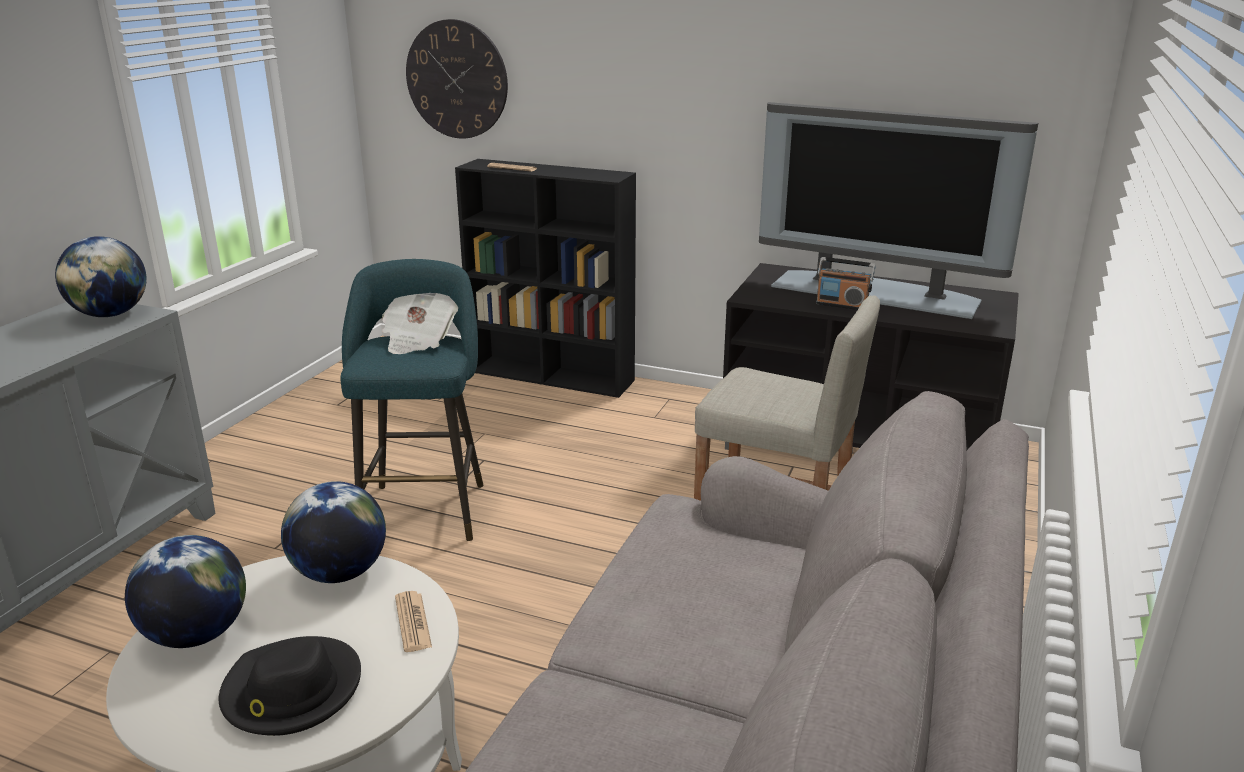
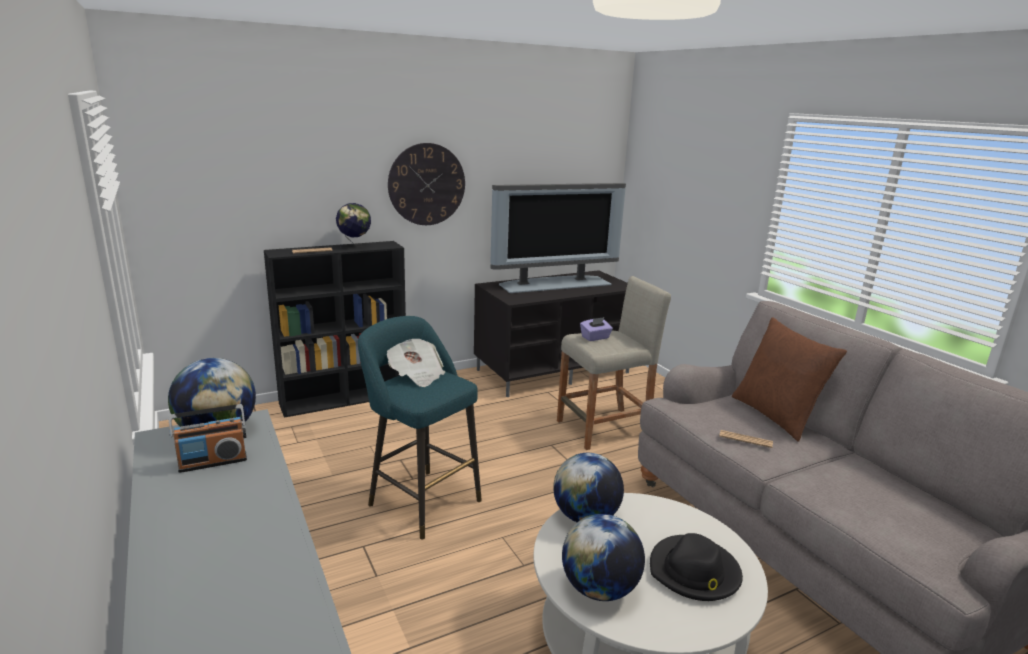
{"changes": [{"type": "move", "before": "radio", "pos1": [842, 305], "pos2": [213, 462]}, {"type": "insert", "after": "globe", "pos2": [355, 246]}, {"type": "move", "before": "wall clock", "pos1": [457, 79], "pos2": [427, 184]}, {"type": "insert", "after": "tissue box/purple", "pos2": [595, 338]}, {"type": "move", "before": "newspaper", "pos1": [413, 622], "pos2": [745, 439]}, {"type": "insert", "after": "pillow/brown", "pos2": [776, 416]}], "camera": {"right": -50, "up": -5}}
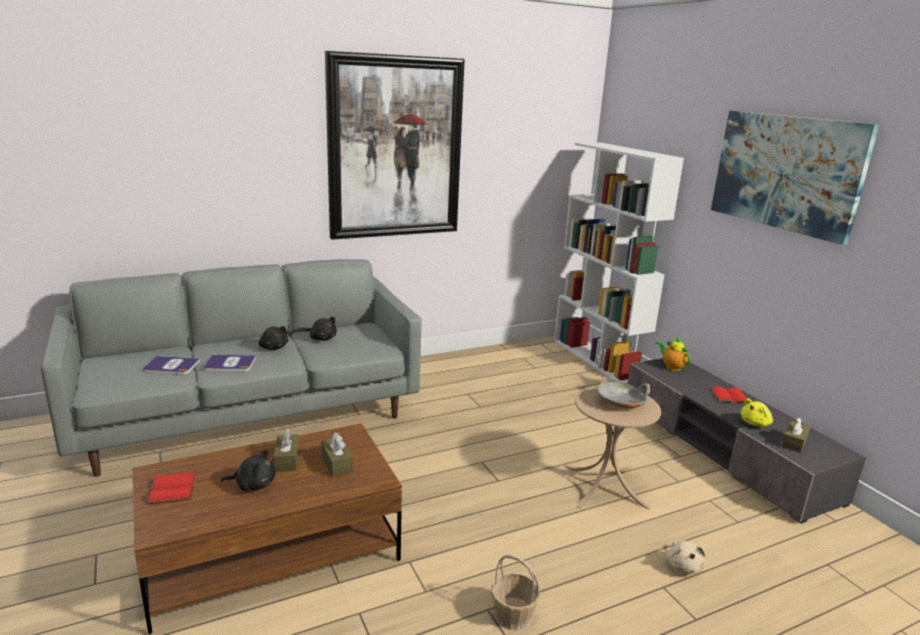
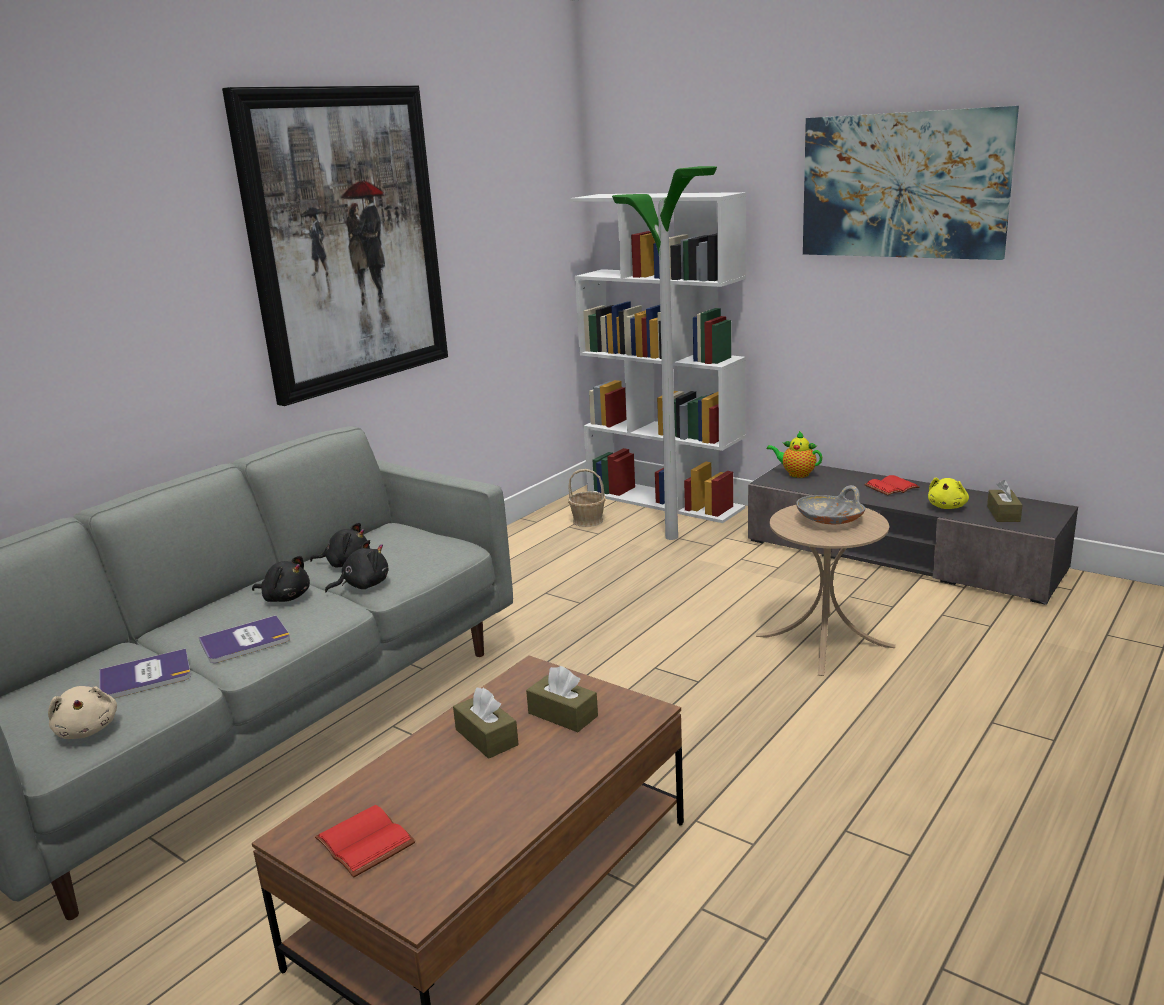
{"changes": [{"type": "move", "before": "plush toy/beige", "pos1": [683, 565], "pos2": [87, 729]}, {"type": "move", "before": "plush toy/black", "pos1": [253, 484], "pos2": [363, 585]}, {"type": "move", "before": "basket", "pos1": [513, 615], "pos2": [588, 521]}, {"type": "insert", "after": "floor lamp", "pos2": [672, 537]}], "camera": {"right": -25, "up": 0}}
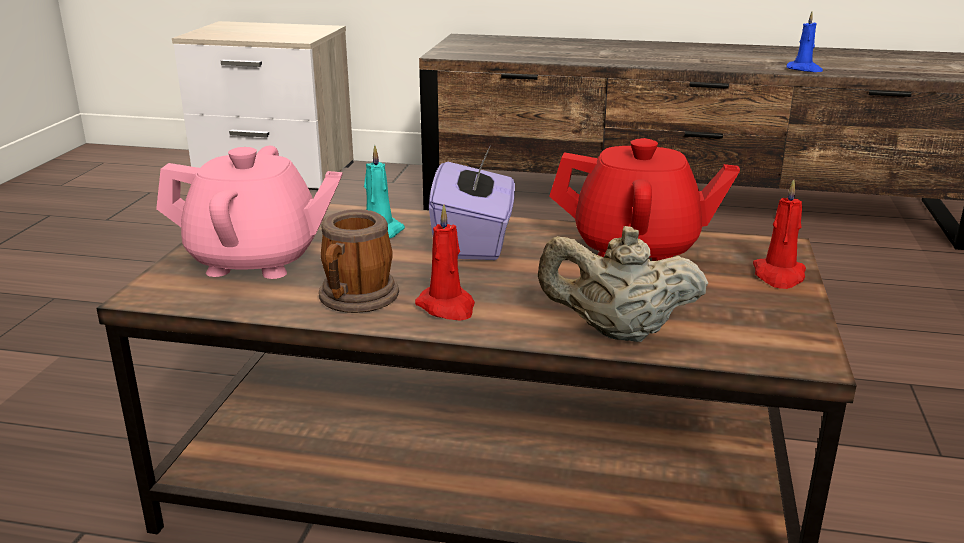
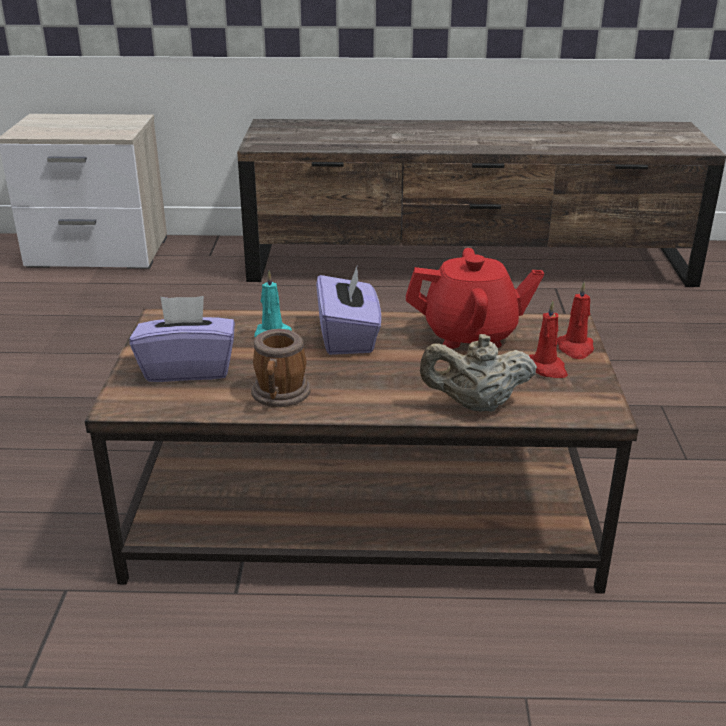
{"changes": [{"type": "replace", "before": "teapot/pink", "after": "tissue box/purple", "pos1": [256, 261], "pos2": [188, 369]}, {"type": "move", "before": "candle/red", "pos1": [447, 307], "pos2": [546, 369]}, {"type": "delete", "before": "candle/blue", "pos1": [804, 69]}], "camera": {"right": -10, "up": 5}}
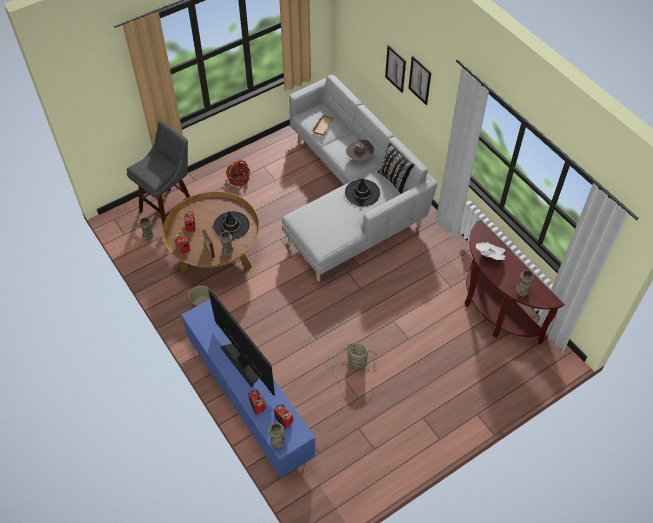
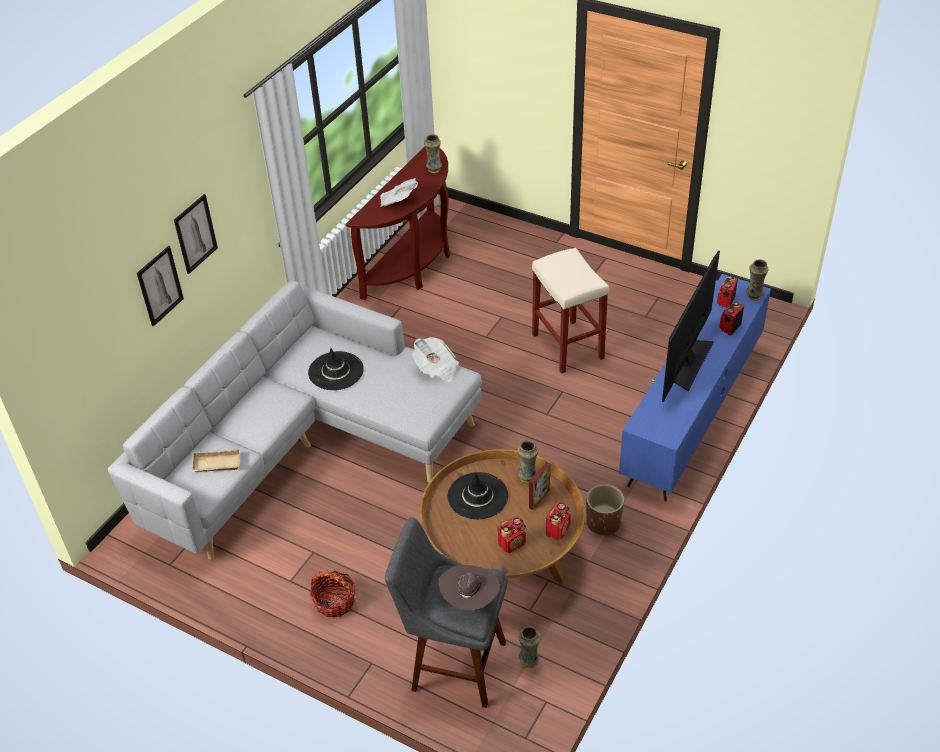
{"changes": [{"type": "insert", "after": "newspaper", "pos2": [436, 368]}, {"type": "move", "before": "hat/brown", "pos1": [359, 158], "pos2": [470, 599]}, {"type": "replace", "before": "basket", "after": "stool/beige", "pos1": [355, 363], "pos2": [568, 347]}, {"type": "delete", "before": "pillow/black", "pos1": [394, 179]}], "camera": {"right": -115, "up": -10}}
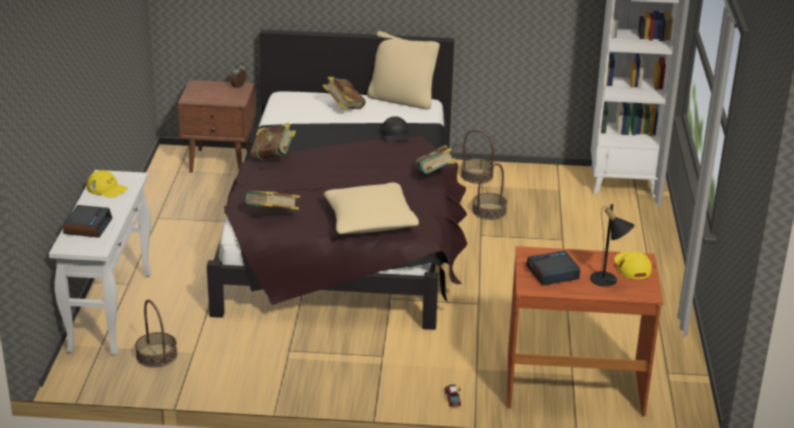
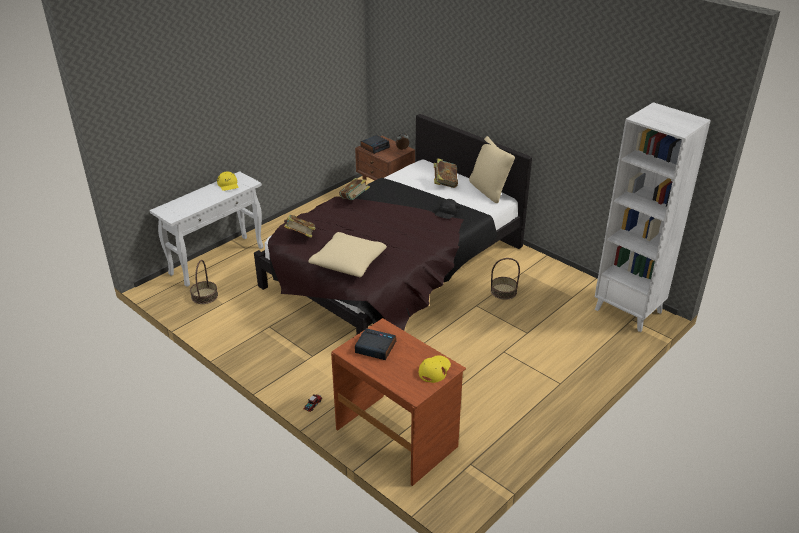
{"changes": [{"type": "move", "before": "alarm clock", "pos1": [87, 226], "pos2": [375, 147]}, {"type": "delete", "before": "book", "pos1": [435, 175]}, {"type": "delete", "before": "basket", "pos1": [477, 176]}, {"type": "delete", "before": "table lamp/black", "pos1": [608, 281]}], "camera": {"right": 40, "up": 5}}
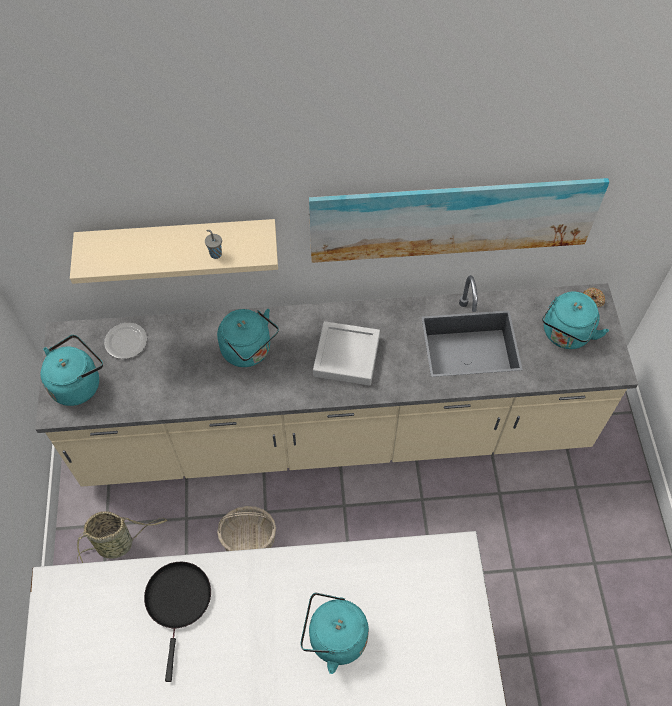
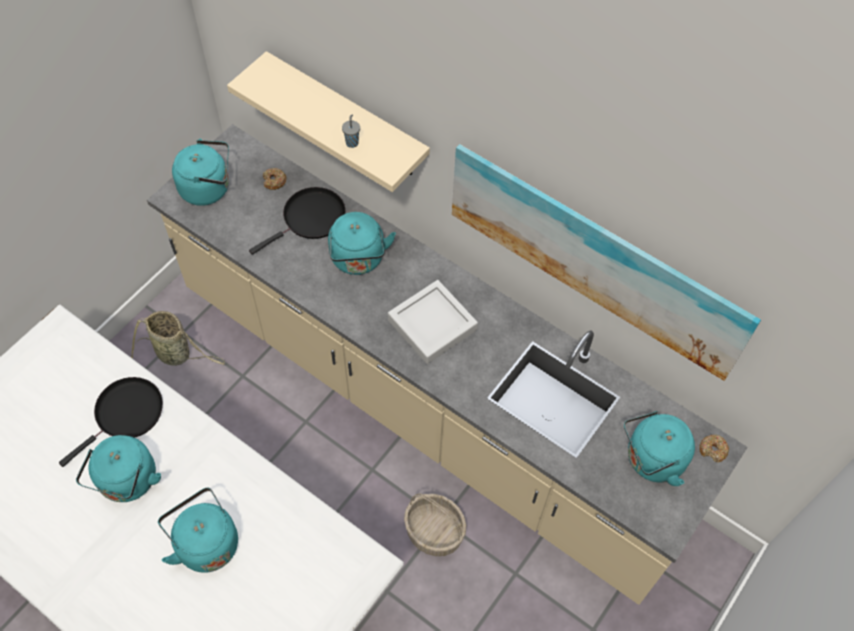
{"changes": [{"type": "insert", "after": "kettle/turquoise", "pos2": [127, 482]}, {"type": "insert", "after": "frying pan/black", "pos2": [311, 219]}, {"type": "replace", "before": "plate", "after": "donut", "pos1": [126, 341], "pos2": [274, 181]}, {"type": "move", "before": "basket", "pos1": [249, 538], "pos2": [435, 532]}], "camera": {"right": 40, "up": 0}}
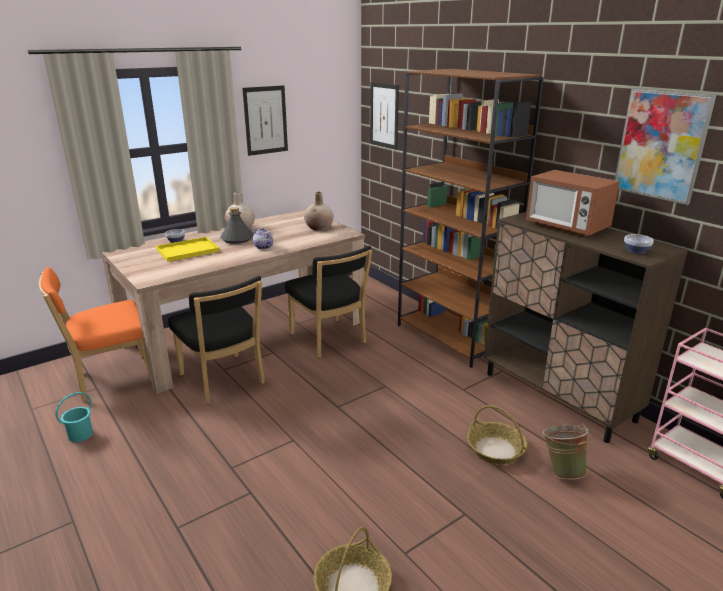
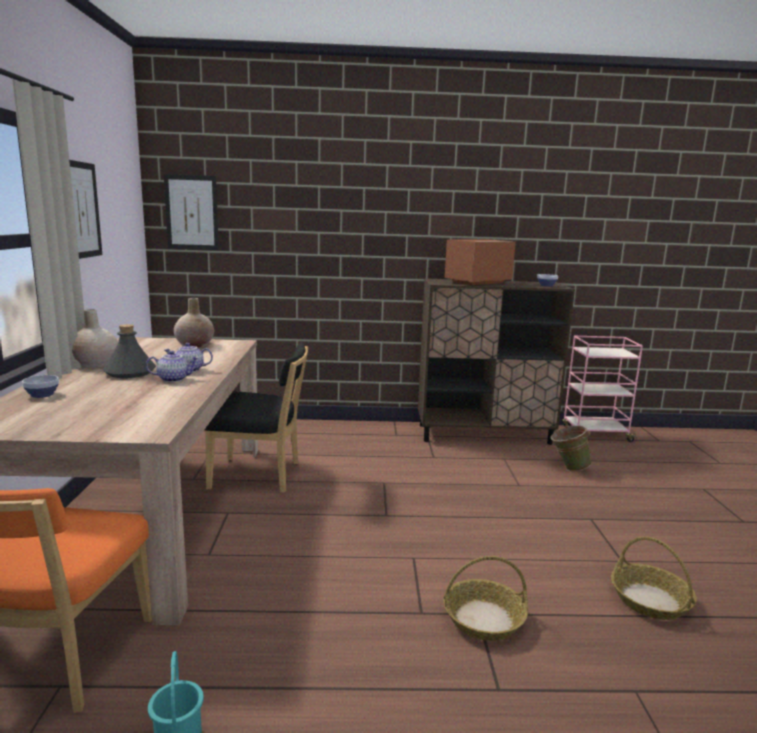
{"changes": [{"type": "insert", "after": "teapot", "pos2": [173, 379]}, {"type": "move", "before": "basket", "pos1": [496, 449], "pos2": [484, 619]}, {"type": "rotate", "before": "microwave", "pos1": [566, 227], "pos2": [477, 282], "turn": 150}, {"type": "delete", "before": "tray/yellow", "pos1": [188, 250]}, {"type": "delete", "before": "chair/black", "pos1": [223, 381]}, {"type": "delete", "before": "bookcase/brown", "pos1": [452, 337]}, {"type": "delete", "before": "picture", "pos1": [661, 145]}], "camera": {"right": -55, "up": -10}}
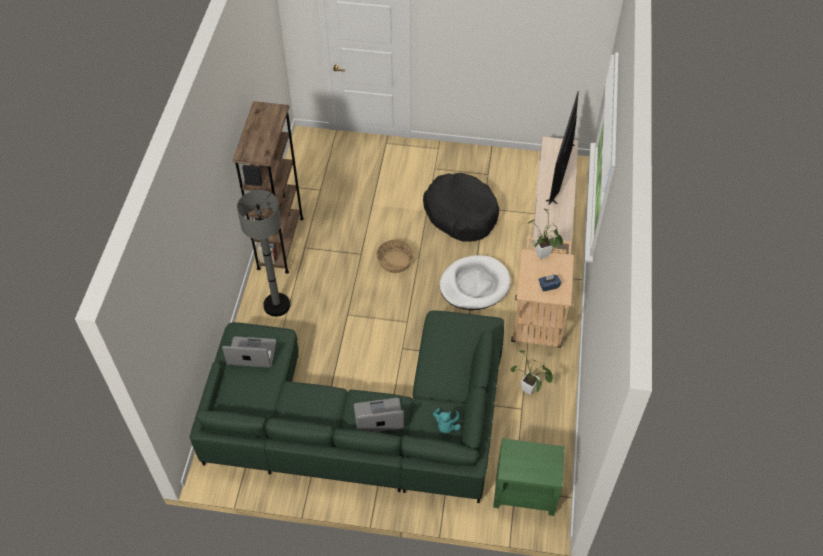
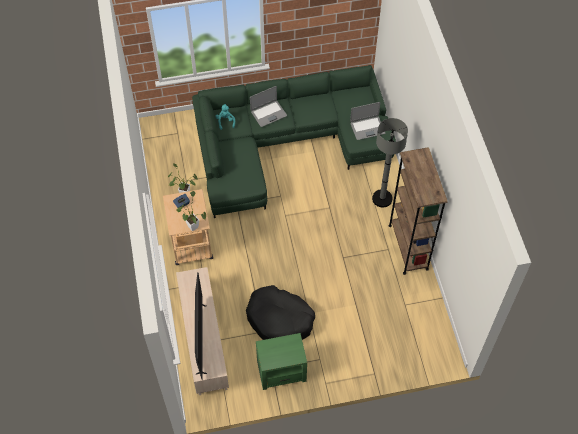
{"changes": [{"type": "move", "before": "side table/green", "pos1": [524, 491], "pos2": [282, 371]}, {"type": "delete", "before": "basket", "pos1": [395, 262]}, {"type": "delete", "before": "dog bed/white", "pos1": [474, 285]}], "camera": {"right": 160, "up": 5}}
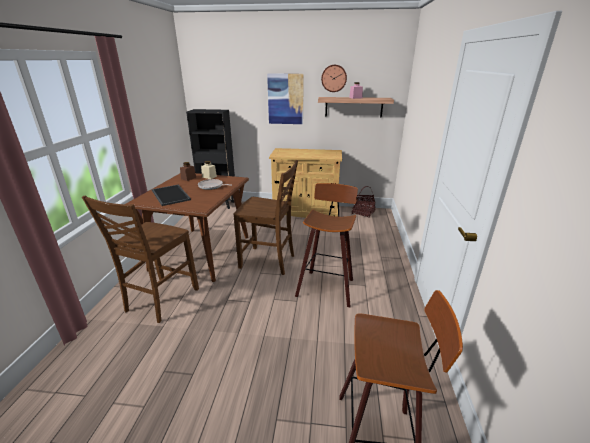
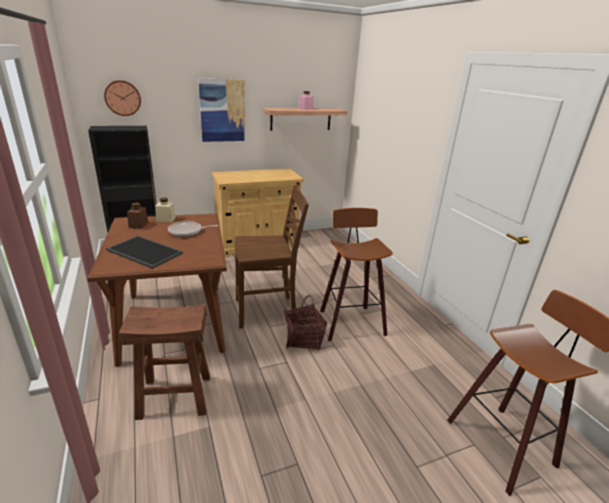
{"changes": [{"type": "move", "before": "wall clock", "pos1": [334, 78], "pos2": [122, 98]}, {"type": "replace", "before": "chair/brown", "after": "stool/brown", "pos1": [160, 300], "pos2": [174, 397]}, {"type": "move", "before": "basket", "pos1": [363, 213], "pos2": [303, 339]}], "camera": {"right": -30, "up": 0}}
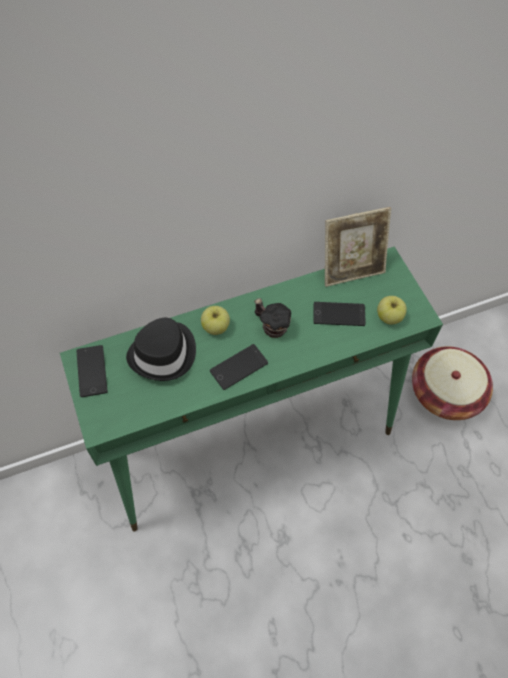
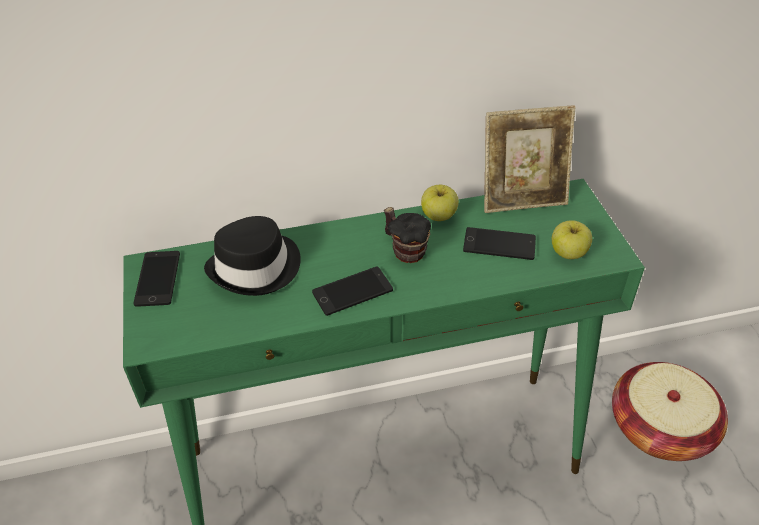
{"changes": [{"type": "move", "before": "apple", "pos1": [216, 327], "pos2": [439, 216]}], "camera": {"right": 10, "up": -15}}
